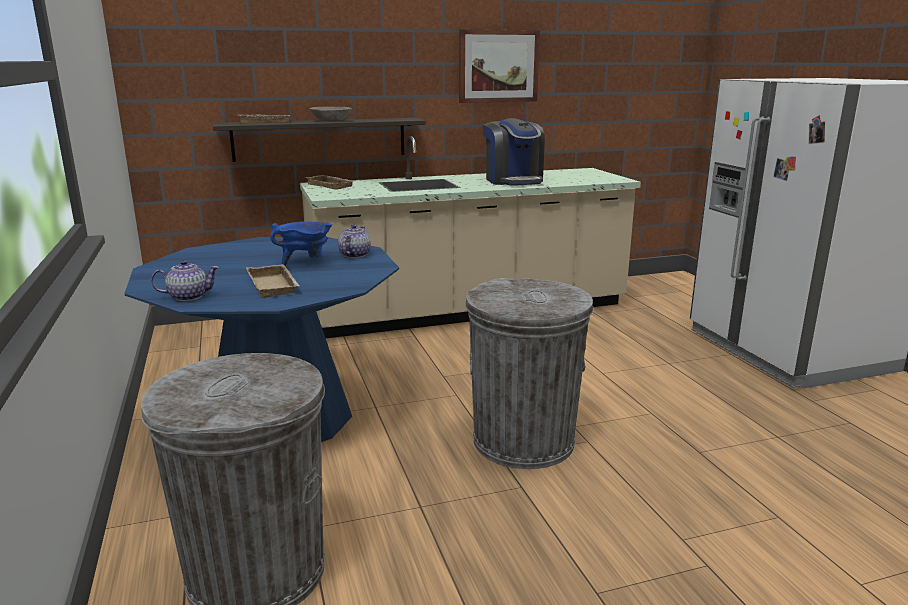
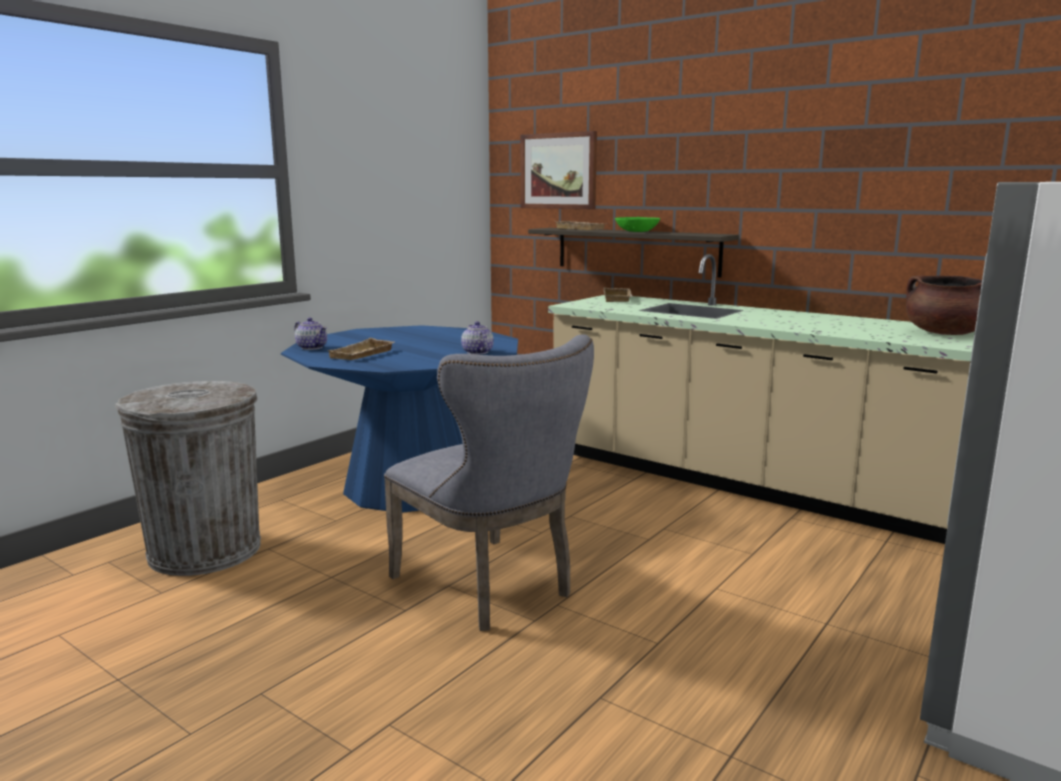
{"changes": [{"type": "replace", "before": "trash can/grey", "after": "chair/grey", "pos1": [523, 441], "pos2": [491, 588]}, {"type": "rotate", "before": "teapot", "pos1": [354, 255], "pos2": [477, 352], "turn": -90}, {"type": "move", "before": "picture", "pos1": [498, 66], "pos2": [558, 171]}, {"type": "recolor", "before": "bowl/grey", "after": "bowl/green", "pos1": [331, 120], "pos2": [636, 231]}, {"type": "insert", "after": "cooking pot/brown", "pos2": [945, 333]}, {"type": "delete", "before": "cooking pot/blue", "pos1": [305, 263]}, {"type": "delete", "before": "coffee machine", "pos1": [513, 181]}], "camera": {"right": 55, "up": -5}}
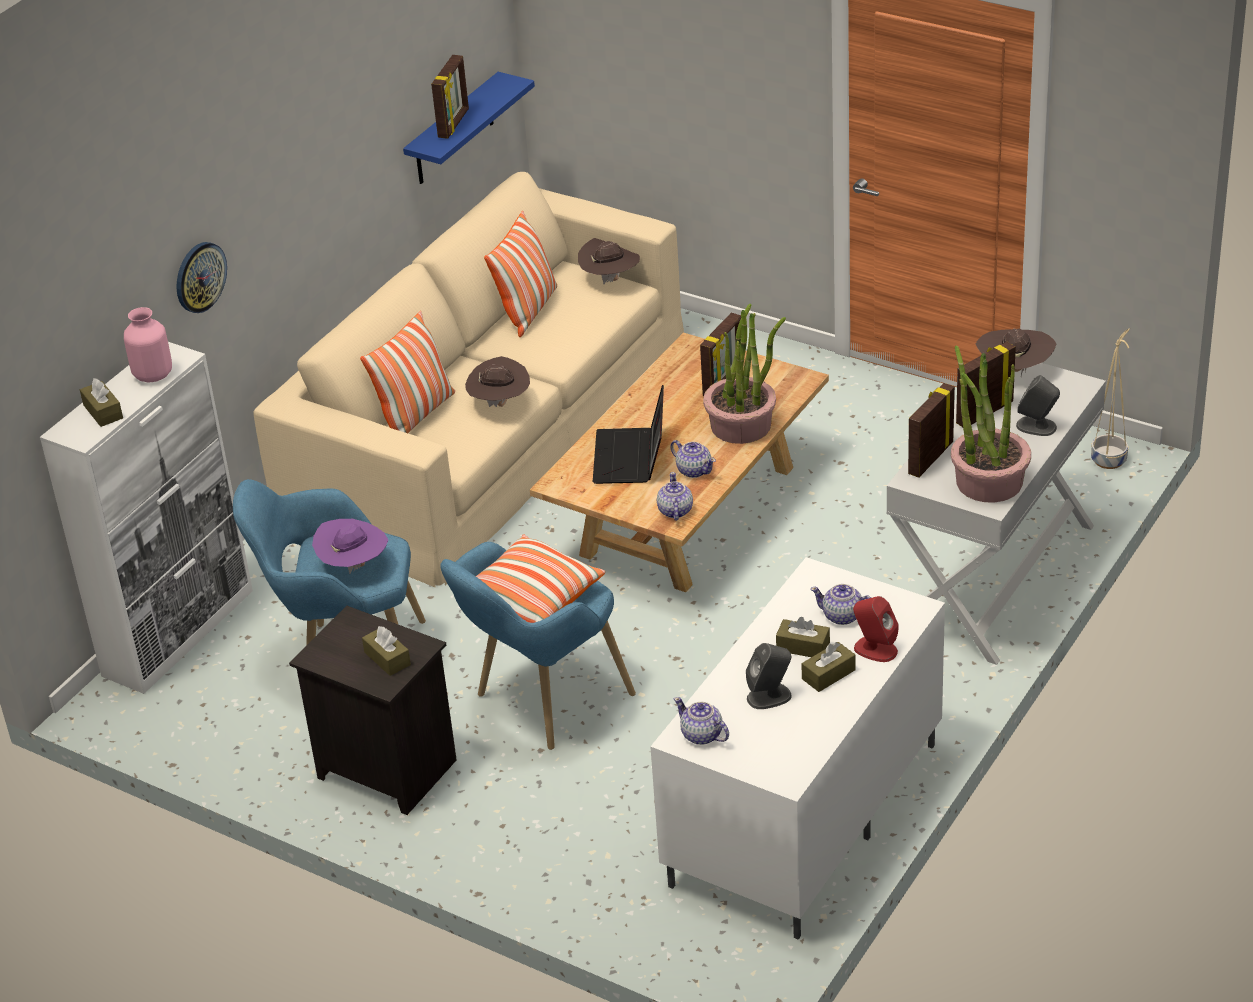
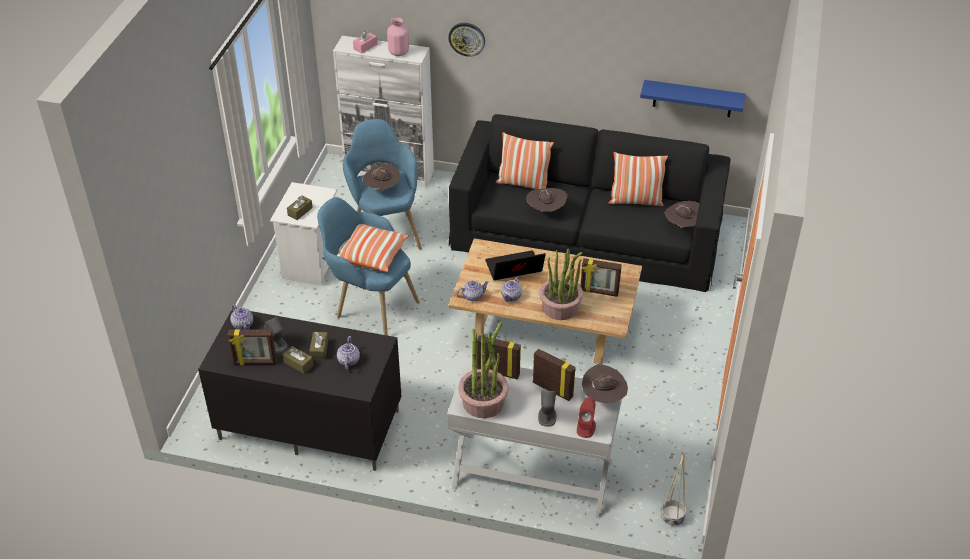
{"changes": [{"type": "recolor", "before": "tv stand/white", "after": "tv stand/black", "pos1": [806, 817], "pos2": [308, 425]}, {"type": "move", "before": "picture frame", "pos1": [454, 124], "pos2": [255, 362]}, {"type": "rotate", "before": "teapot", "pos1": [702, 735], "pos2": [243, 324], "turn": 120}, {"type": "recolor", "before": "nightstand/black", "after": "nightstand/white", "pos1": [384, 770], "pos2": [311, 263]}, {"type": "recolor", "before": "tissue box/brown", "after": "tissue box/pink", "pos1": [103, 411], "pos2": [365, 46]}, {"type": "recolor", "before": "hat/purple", "after": "hat/brown", "pos1": [354, 565], "pos2": [382, 189]}, {"type": "recolor", "before": "sofa/beige", "after": "sofa/black", "pos1": [486, 427], "pos2": [587, 233]}, {"type": "move", "before": "speaker/red", "pos1": [875, 649], "pos2": [586, 427]}], "camera": {"right": 70, "up": 5}}
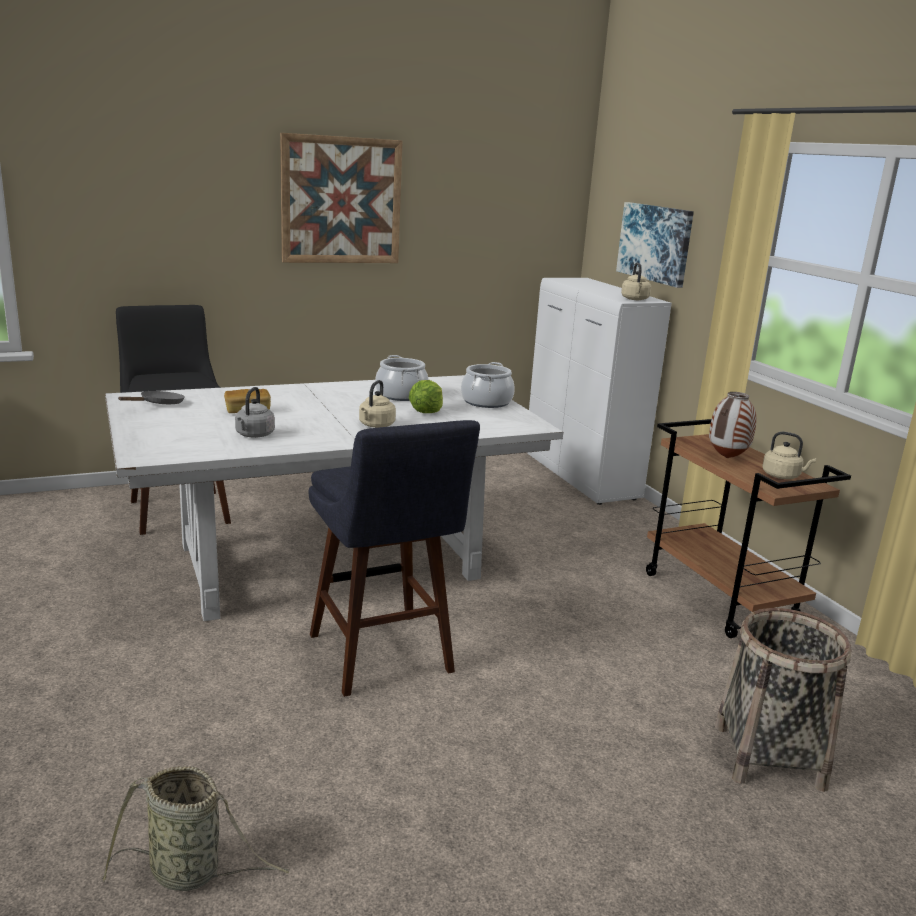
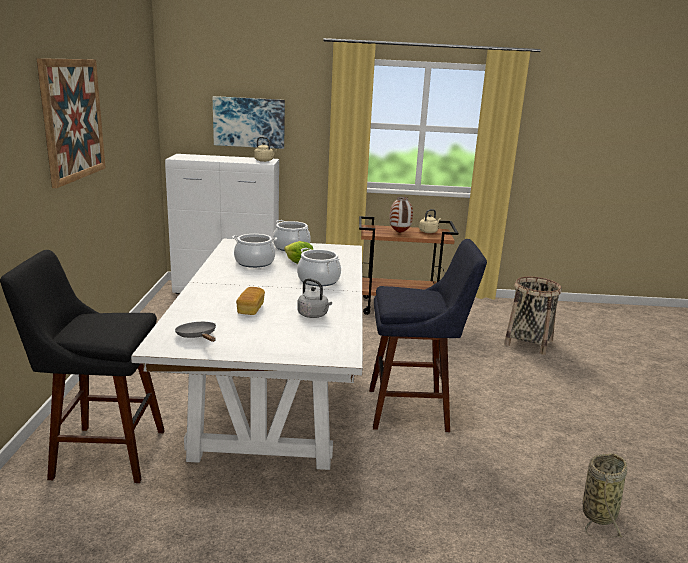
{"changes": [{"type": "replace", "before": "kettle/beige", "after": "cooking pot", "pos1": [376, 425], "pos2": [318, 280]}], "camera": {"right": -65, "up": 0}}
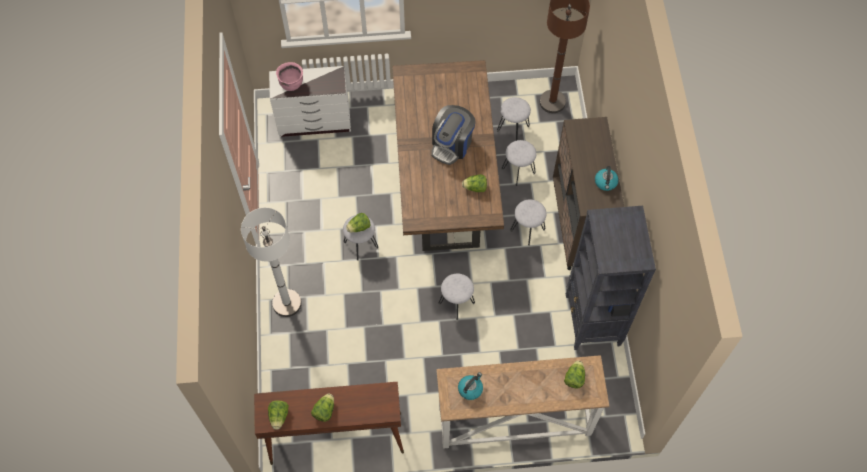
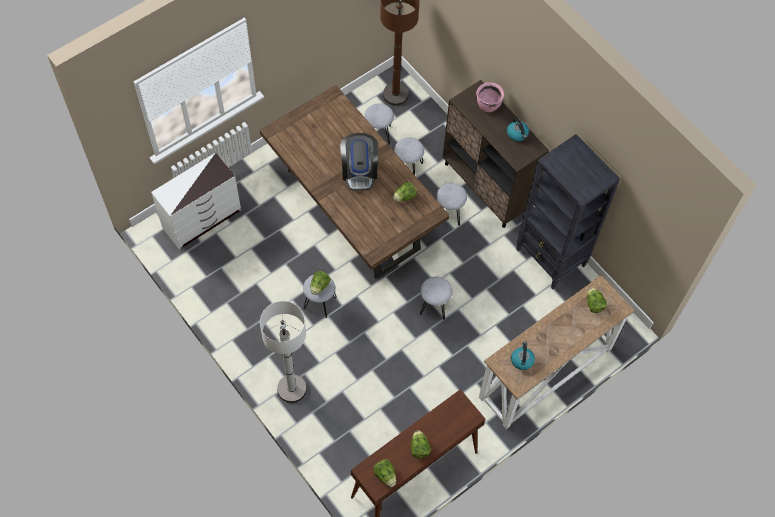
{"changes": [{"type": "move", "before": "cooking pot/pink", "pos1": [291, 84], "pos2": [488, 104]}], "camera": {"right": -35, "up": 0}}
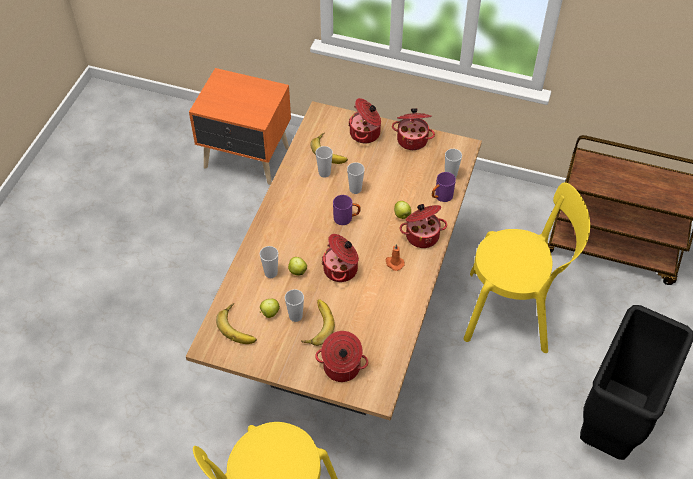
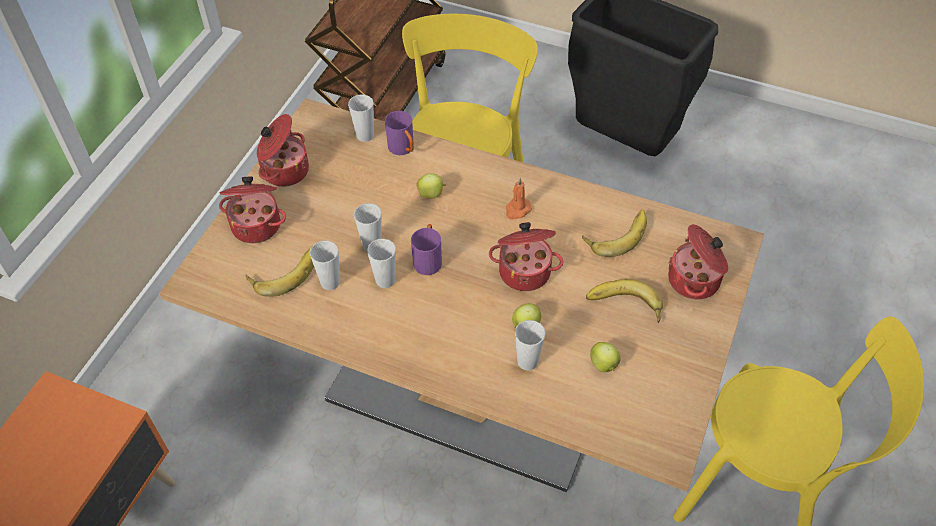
{"changes": [{"type": "move", "before": "cup", "pos1": [295, 316], "pos2": [385, 280]}, {"type": "move", "before": "banana", "pos1": [239, 327], "pos2": [616, 234]}, {"type": "delete", "before": "cooking pot", "pos1": [422, 235]}], "camera": {"right": -85, "up": 0}}
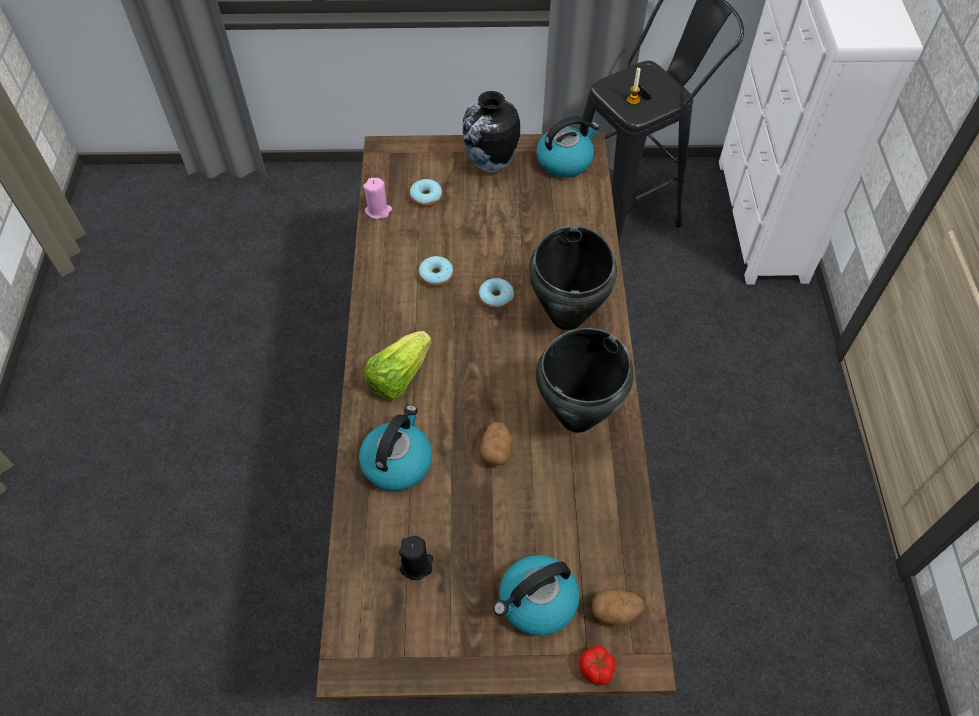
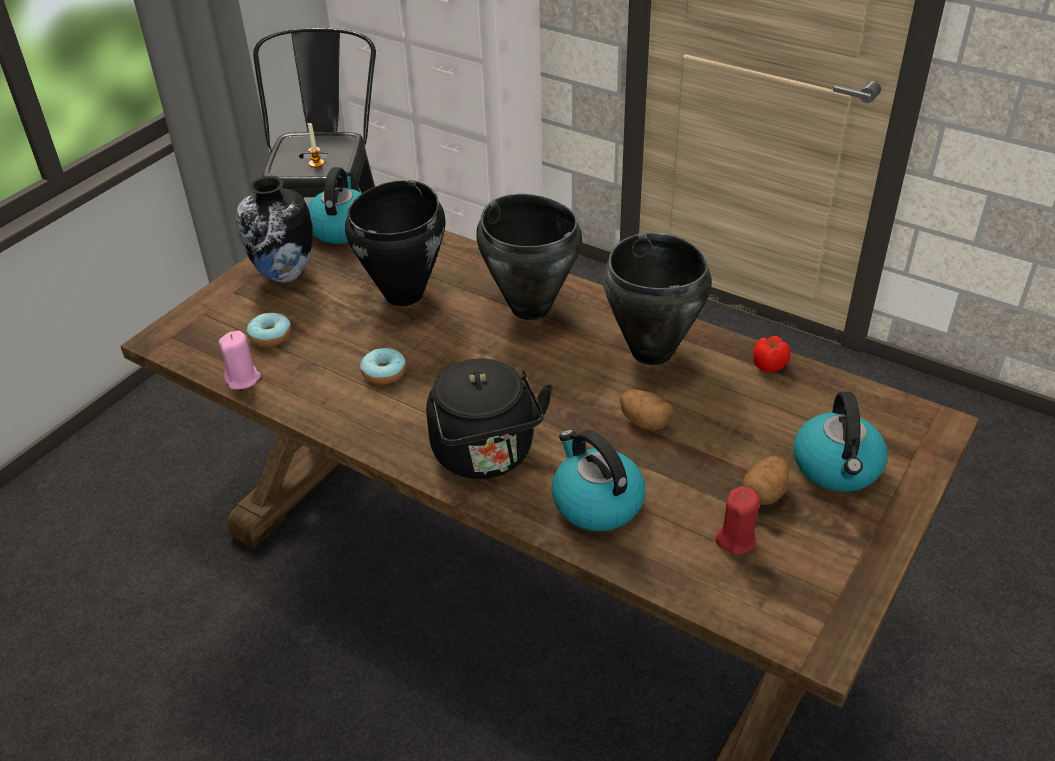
{"changes": [{"type": "insert", "after": "cooking pot/black", "pos2": [405, 294]}, {"type": "replace", "before": "lettuce", "after": "kettle/black", "pos1": [398, 376], "pos2": [486, 456]}, {"type": "recolor", "before": "candle/black", "after": "candle/red", "pos1": [416, 565], "pos2": [736, 539]}, {"type": "move", "before": "potato", "pos1": [615, 612], "pos2": [764, 493]}, {"type": "move", "before": "tomato", "pos1": [596, 670], "pos2": [770, 365]}, {"type": "delete", "before": "donut", "pos1": [496, 298]}], "camera": {"right": -55, "up": -15}}
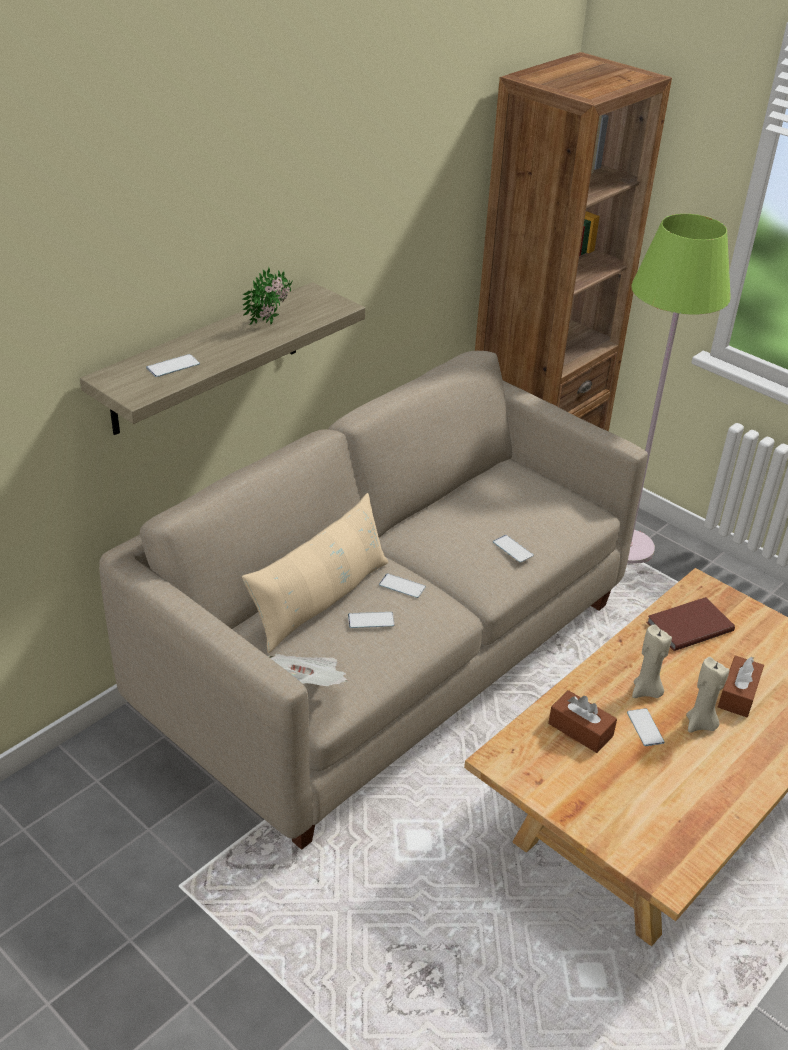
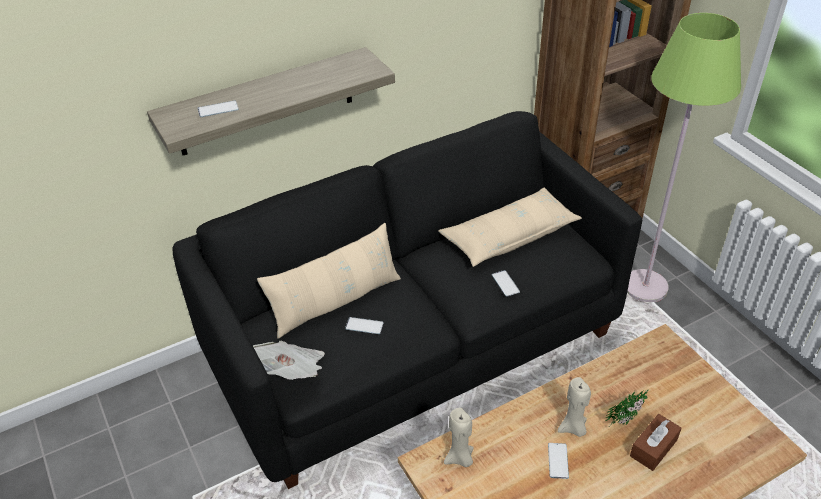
{"changes": [{"type": "recolor", "before": "sofa/beige", "after": "sofa/black", "pos1": [388, 656], "pos2": [414, 345]}, {"type": "insert", "after": "pillow/beige", "pos2": [509, 236]}, {"type": "move", "before": "candle/beige", "pos1": [700, 724], "pos2": [460, 458]}, {"type": "move", "before": "potted plant", "pos1": [272, 320], "pos2": [627, 419]}, {"type": "delete", "before": "phone", "pos1": [402, 586]}, {"type": "delete", "before": "tissue box/brown", "pos1": [580, 730]}, {"type": "delete", "before": "book/brown", "pos1": [687, 626]}], "camera": {"right": 20, "up": 5}}
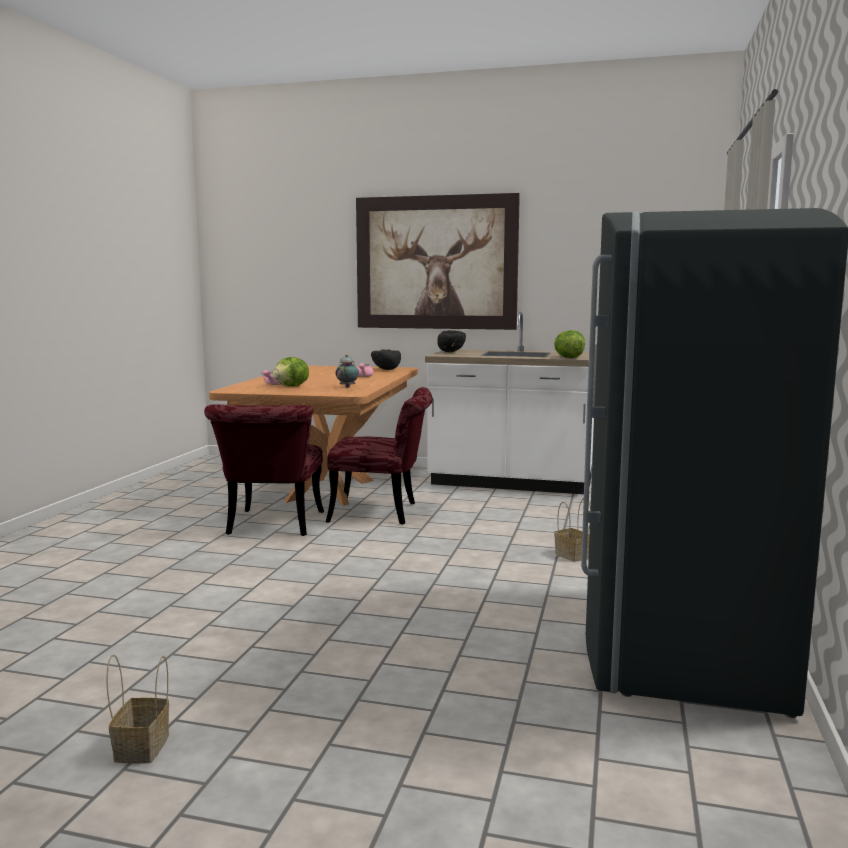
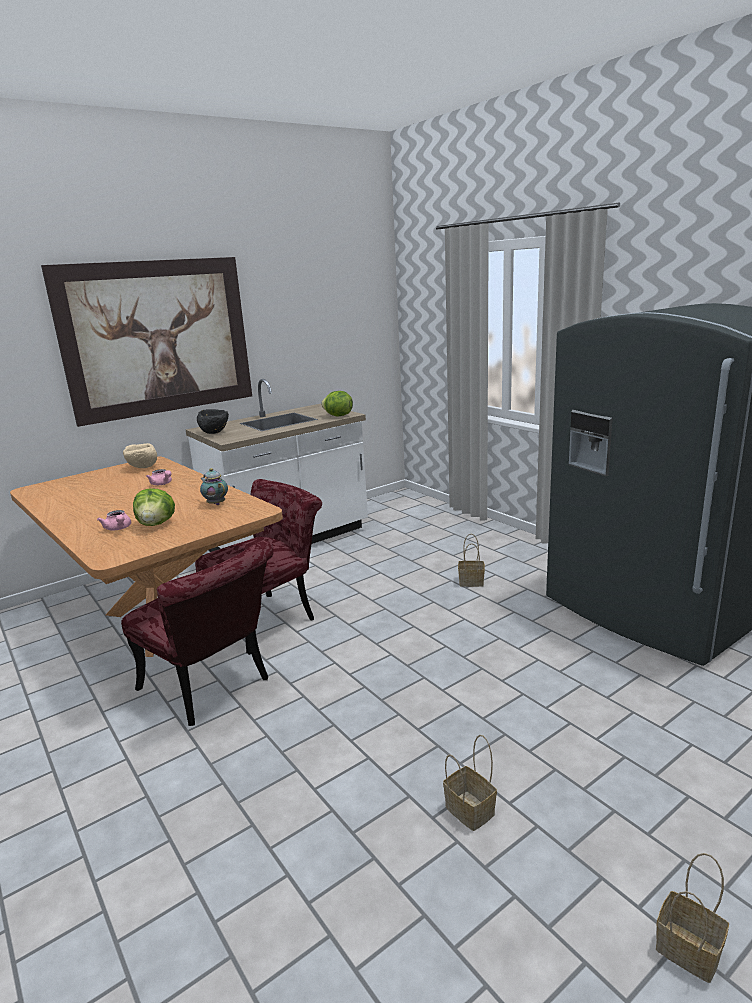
{"changes": [{"type": "recolor", "before": "bowl/black", "after": "bowl/beige", "pos1": [386, 369], "pos2": [142, 468]}, {"type": "insert", "after": "basket", "pos2": [468, 810]}], "camera": {"right": -50, "up": 10}}
